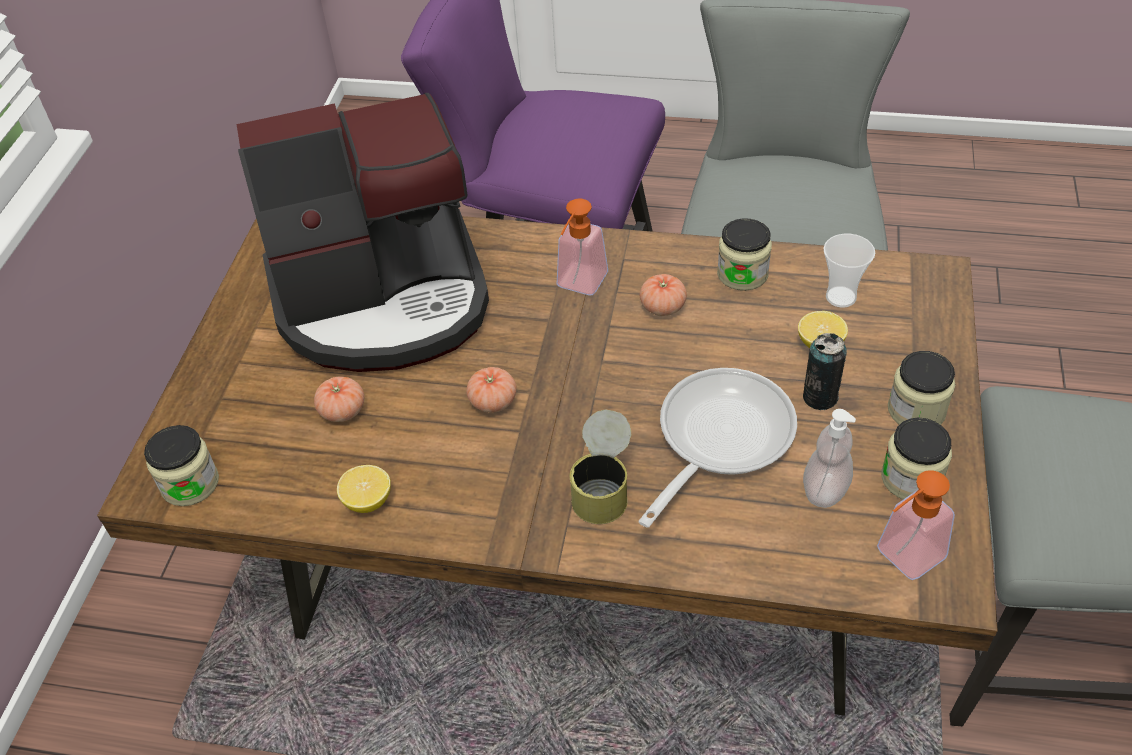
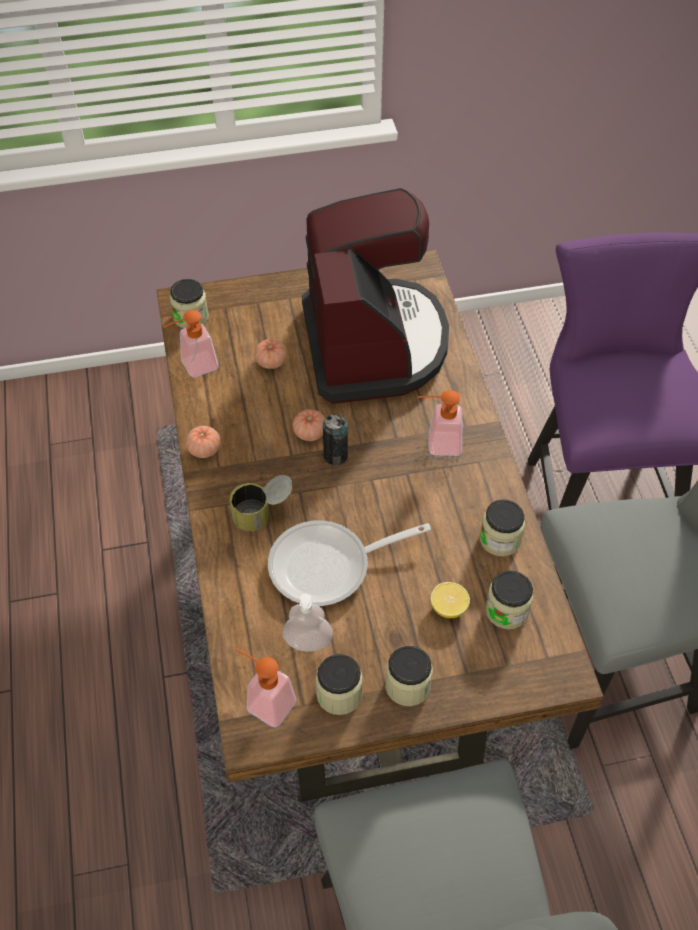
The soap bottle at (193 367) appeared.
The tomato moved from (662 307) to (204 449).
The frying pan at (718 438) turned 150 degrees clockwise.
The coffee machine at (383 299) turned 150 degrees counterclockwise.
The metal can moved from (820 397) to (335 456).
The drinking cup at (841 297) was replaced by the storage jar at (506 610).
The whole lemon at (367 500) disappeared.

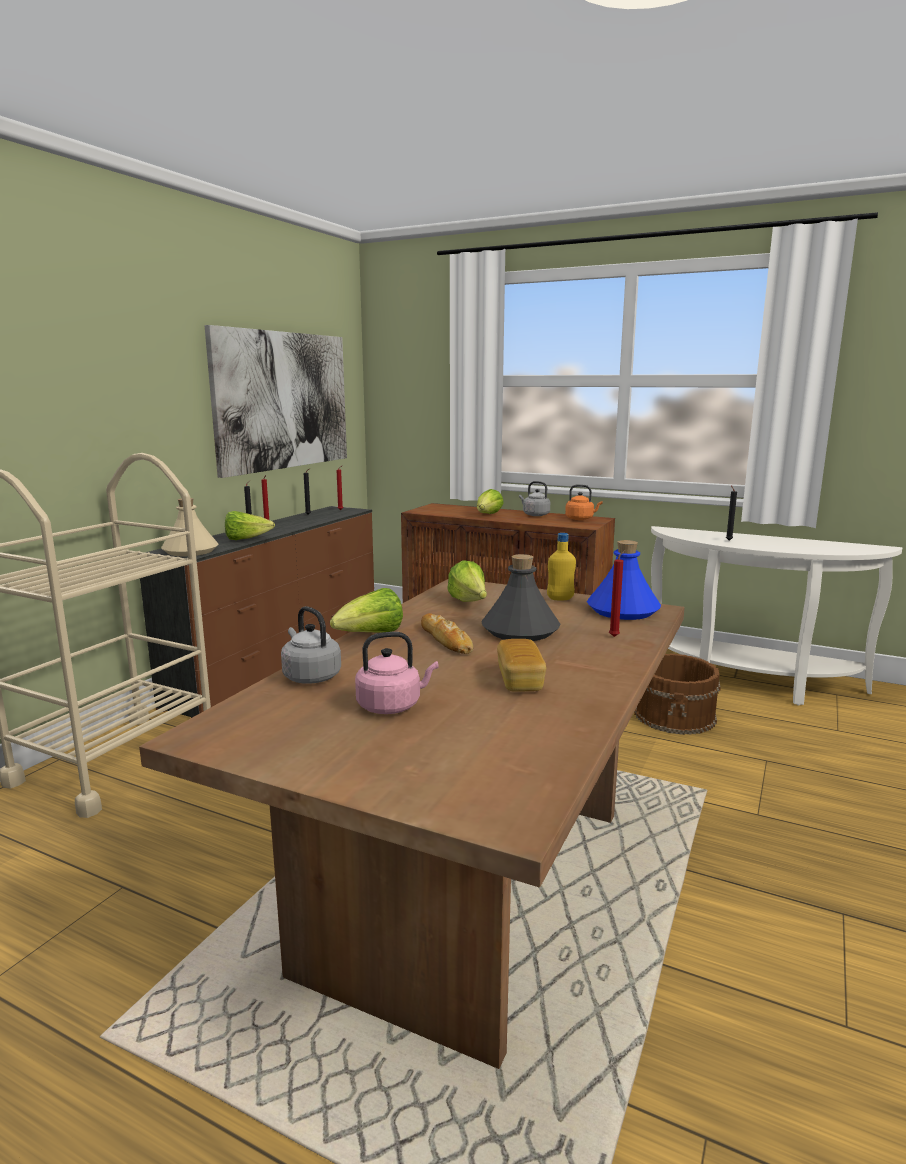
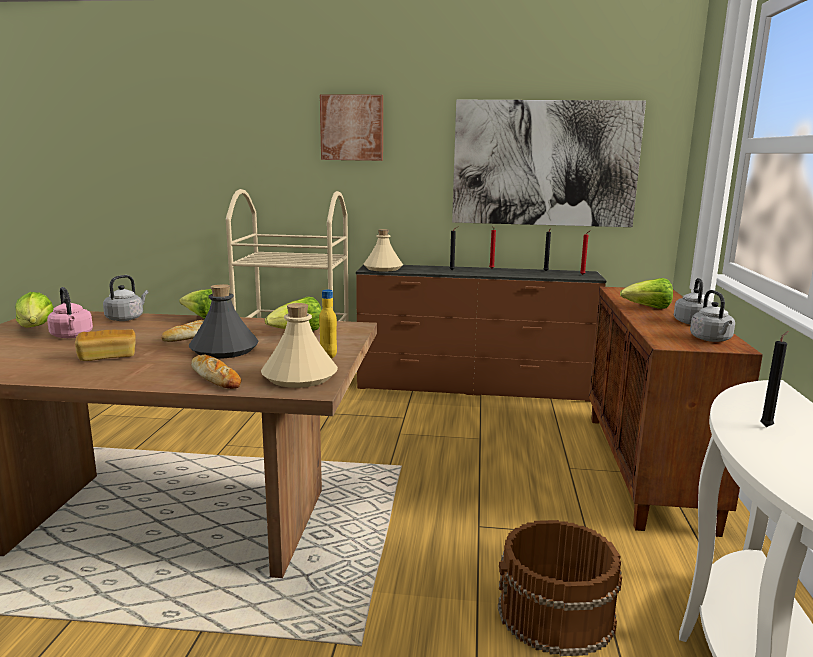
The lettuce moved from (246 539) to (35 329).
The reddish candle at (615 636) was replaced by the baked bread at (215 377).
The blue-coloured drink bottle at (623 611) became the beige drink bottle at (299 377).
The wall picture at (352 128) appeared.
The orange tea kettle at (581 519) became the grey tea kettle at (711 340).

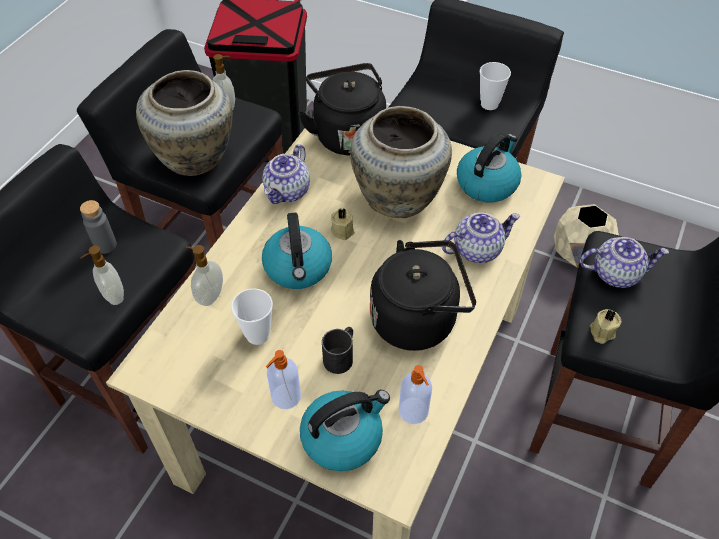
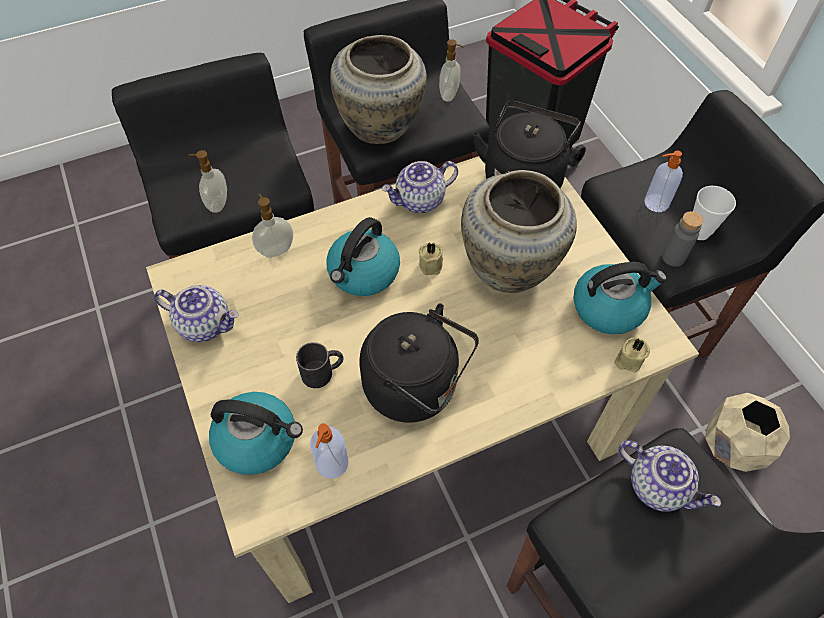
The tea pot moved from (477 249) to (205 324).
The beige candle moved from (601 332) to (628 360).
The soap bottle moved from (285 397) to (655 203).
The grey drink bottle moved from (105 245) to (673 257).
The drinking cup at (257 335) disappeared.

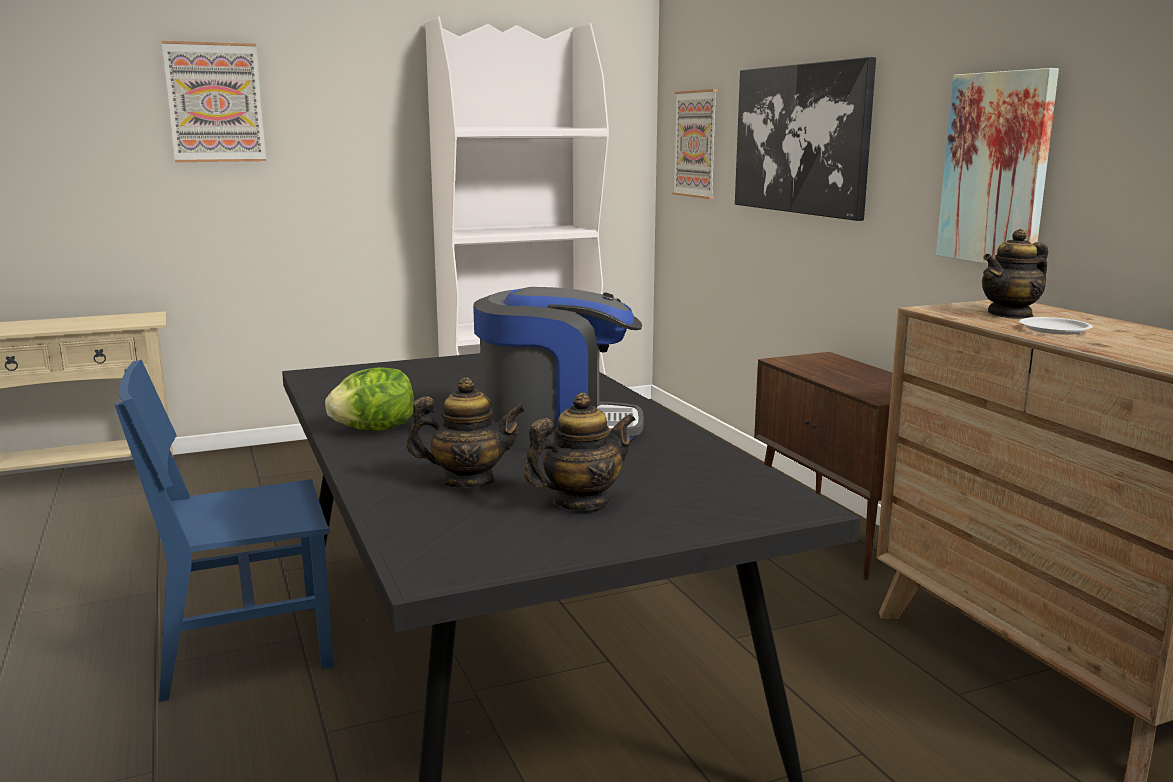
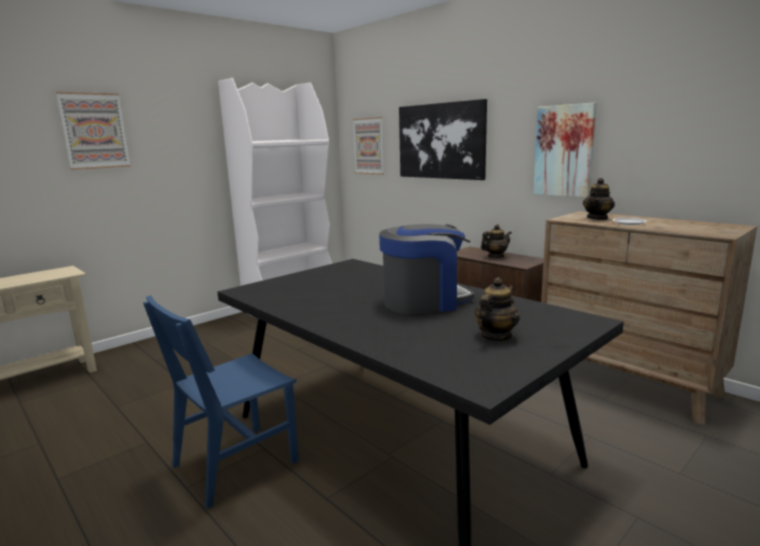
The tea pot moved from (468 481) to (495 256).
The lettuce at (374 430) disappeared.

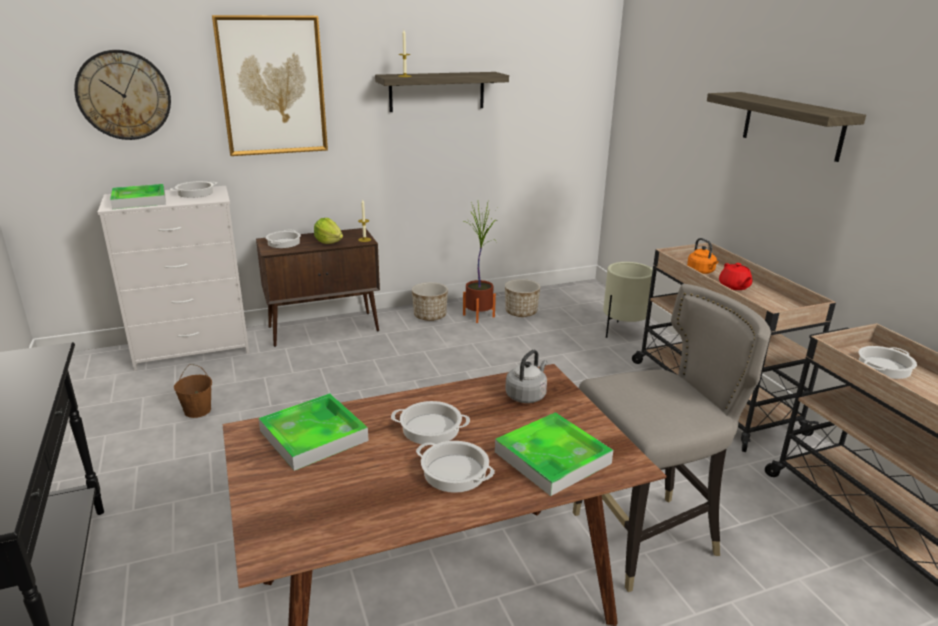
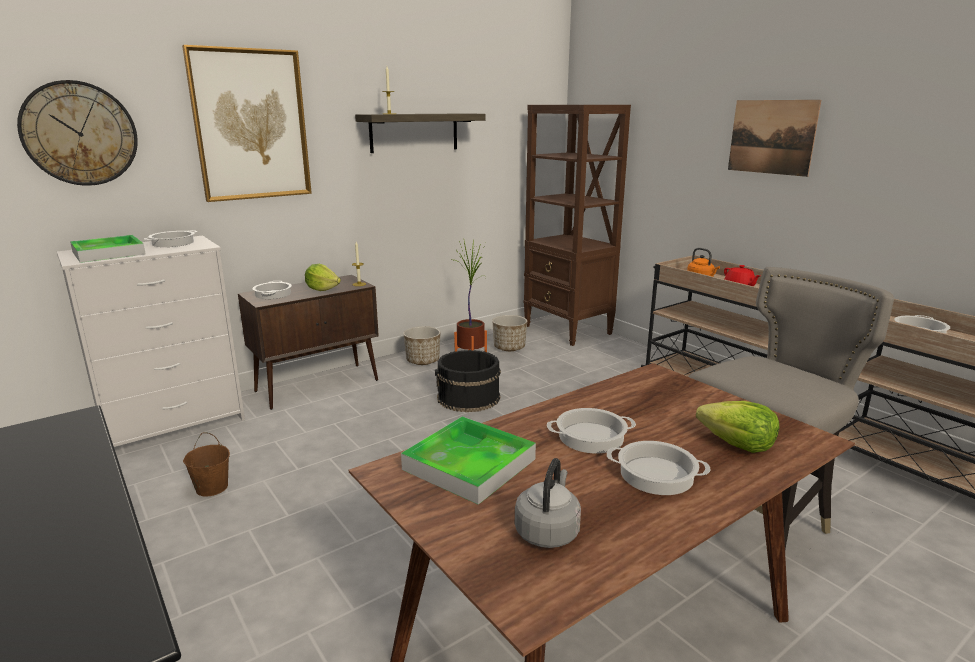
The blackish bucket at (468 398) appeared.
The grey tea kettle moved from (527 395) to (548 531).
The brown bookcase at (568 330) appeared.
The serving tray at (552 458) was replaced by the lettuce at (737 444).
The wall shelf at (792 125) was replaced by the wall picture at (771 137).
The beige plant pot at (623 332) disappeared.

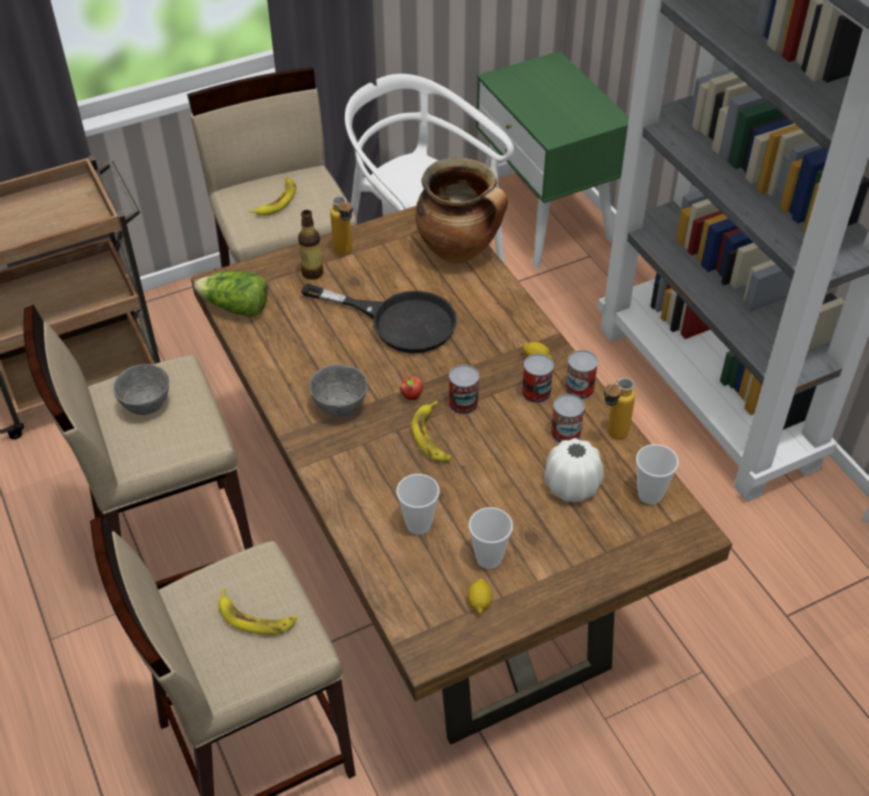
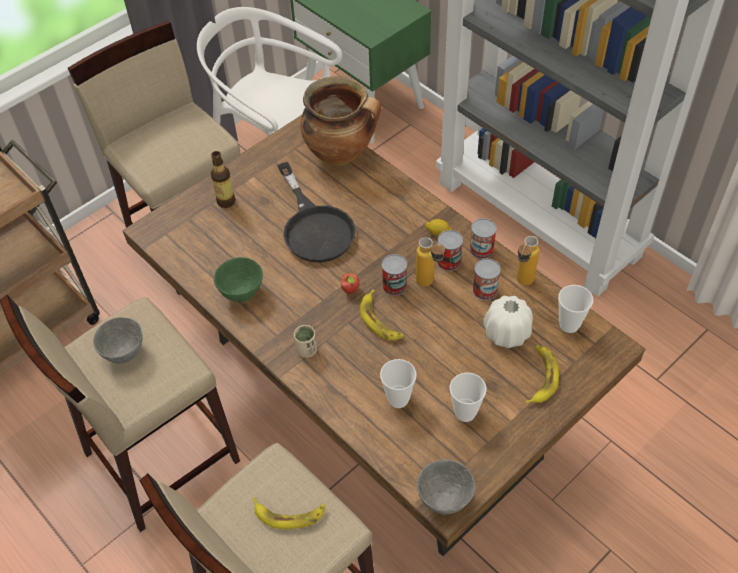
The green-coloured deep dish at (241 292) appeared.
The blackish frying pan at (399 321) turned 60 degrees clockwise.
The beige drinking cup at (306 350) appeared.
The drink bottle moved from (345 254) to (429 284).
The grey deep dish moved from (340 406) to (444 498).
The whole banana moved from (276 200) to (541 377).
The lettuce at (236 307) disappeared.
The whole lemon at (479 602) disappeared.

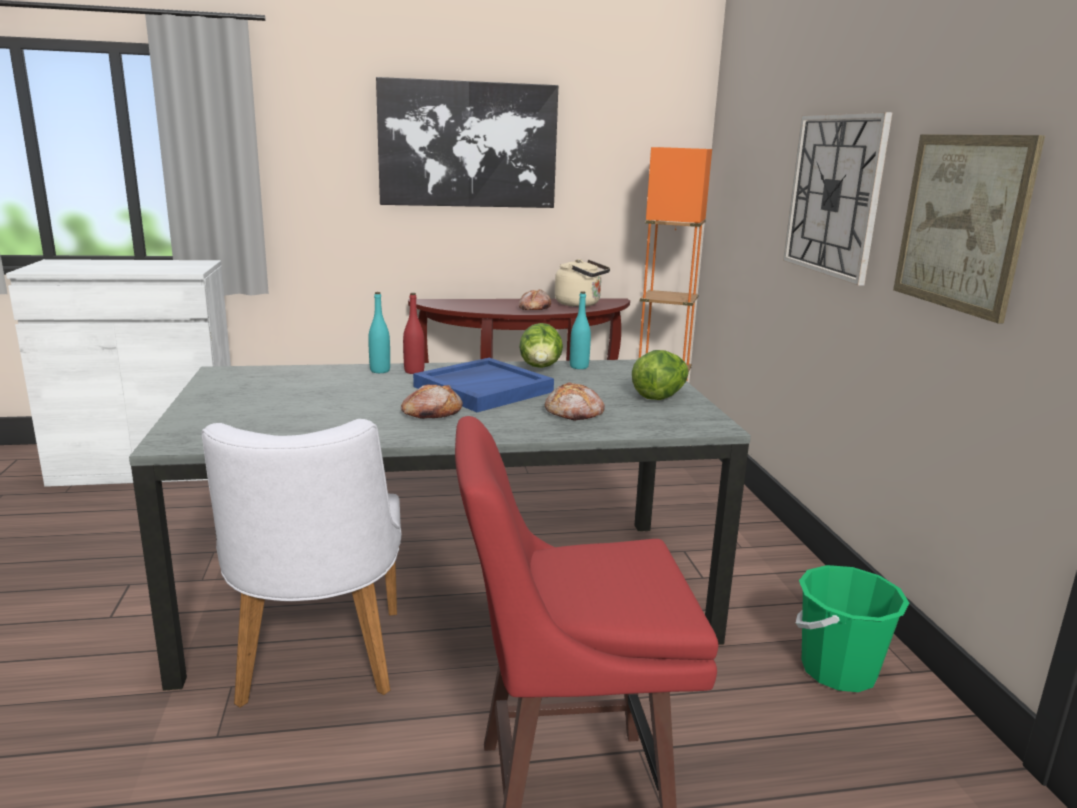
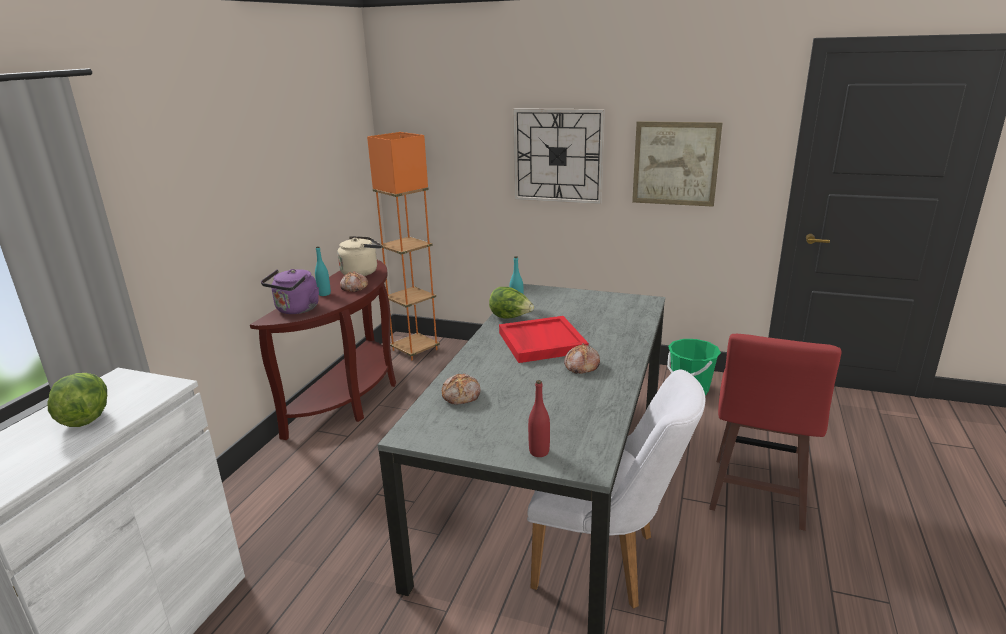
The lettuce moved from (660 396) to (86 417).
The purple tea kettle at (296 310) appeared.
The turquoise-coloured drink bottle moved from (380 371) to (324 294).
The baked bread moved from (575 413) to (462 395).
The blue-coloured serving tray at (483 389) became the reddish serving tray at (541 342).
The reddish drink bottle moved from (414 371) to (539 452).
The wall picture at (468 145) disappeared.

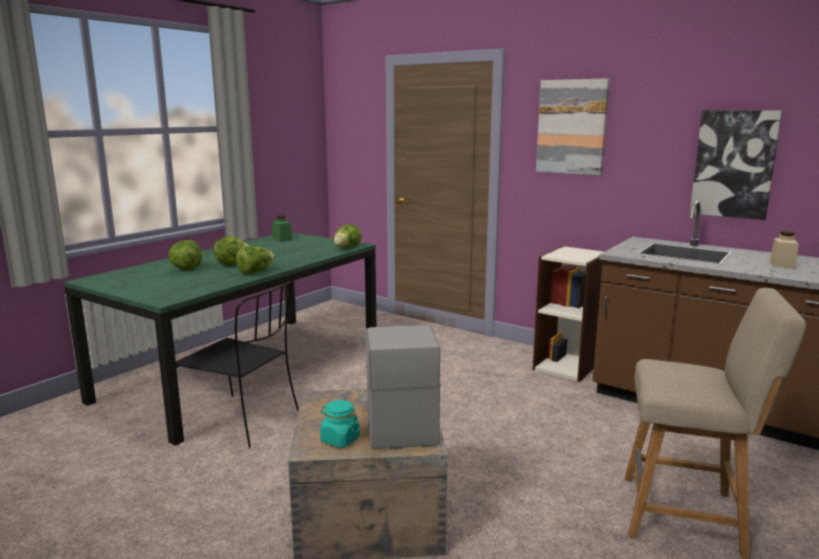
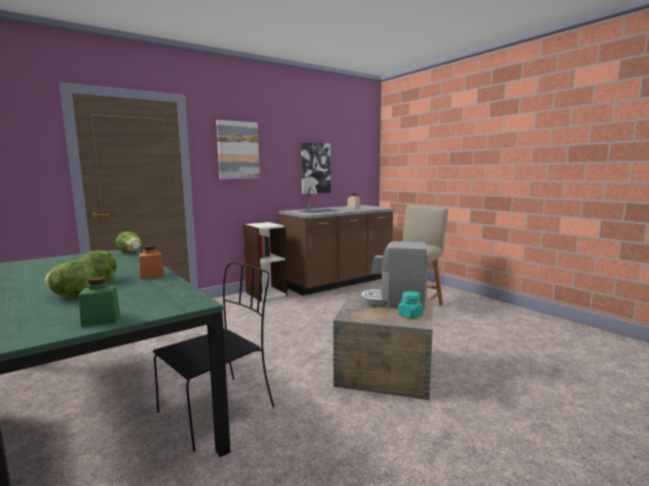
The green-coloured storage jar moved from (282 239) to (101 320).
The lettuce at (255 272) was replaced by the orange storage jar at (152 275).

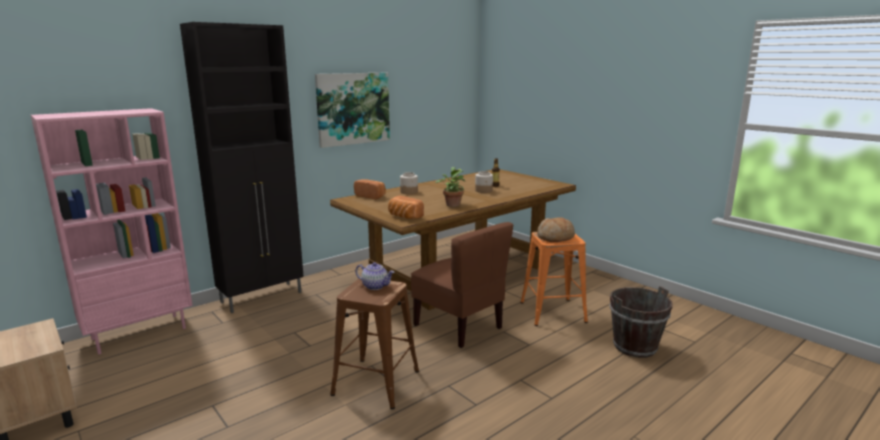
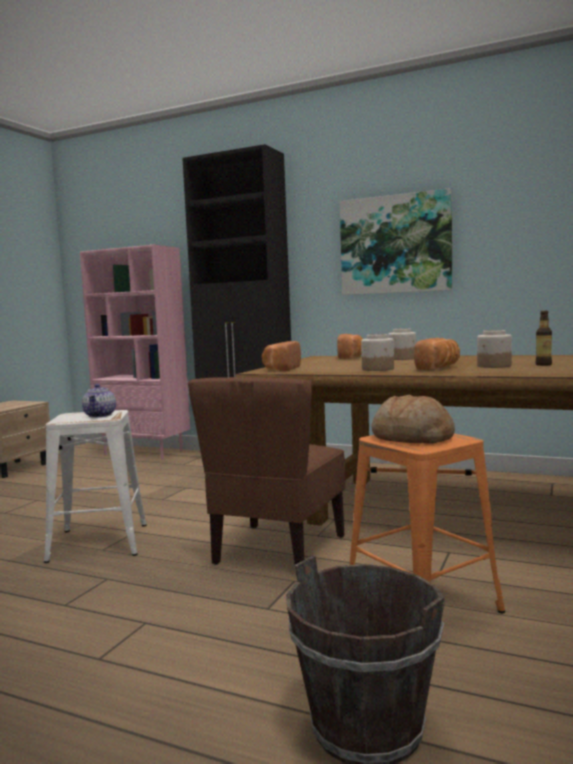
The brown stool seat at (375 382) became the white-coloured stool seat at (99 542).
The potted plant at (452 204) was replaced by the storage jar at (378 369).
The baked bread at (439 368) appeared.

